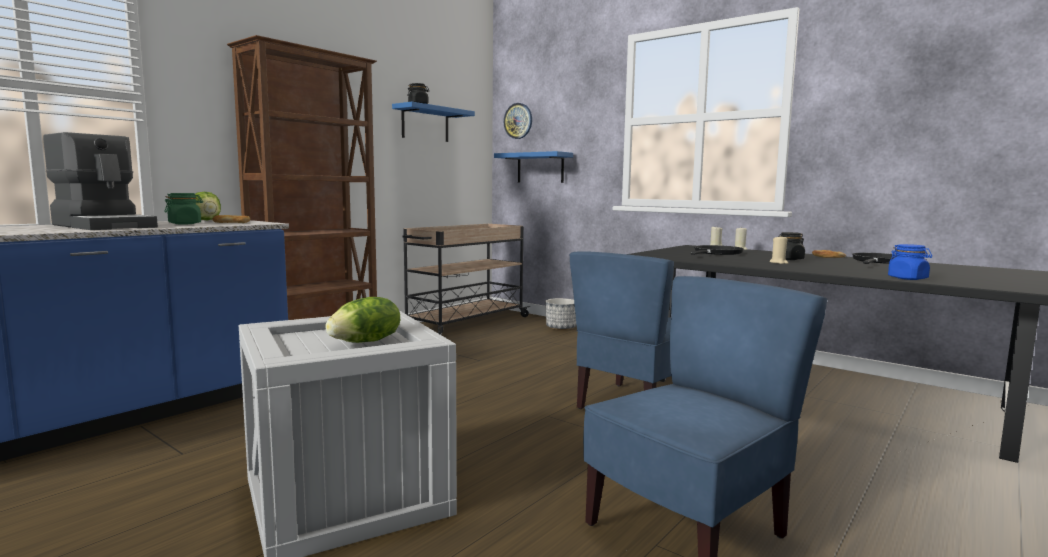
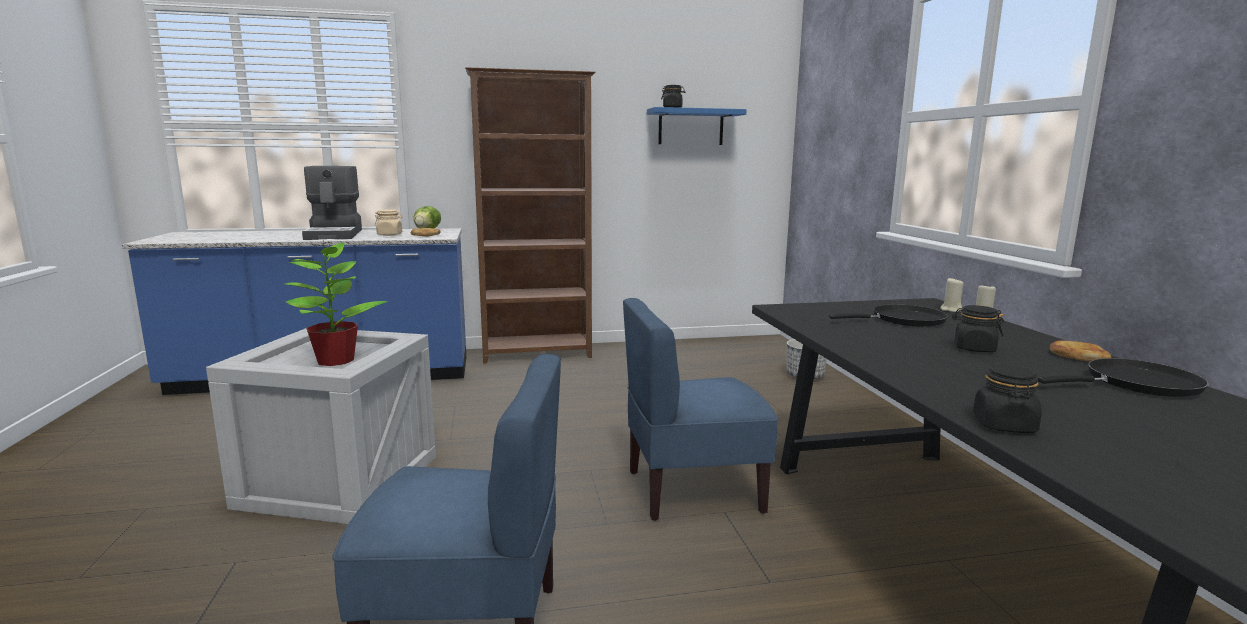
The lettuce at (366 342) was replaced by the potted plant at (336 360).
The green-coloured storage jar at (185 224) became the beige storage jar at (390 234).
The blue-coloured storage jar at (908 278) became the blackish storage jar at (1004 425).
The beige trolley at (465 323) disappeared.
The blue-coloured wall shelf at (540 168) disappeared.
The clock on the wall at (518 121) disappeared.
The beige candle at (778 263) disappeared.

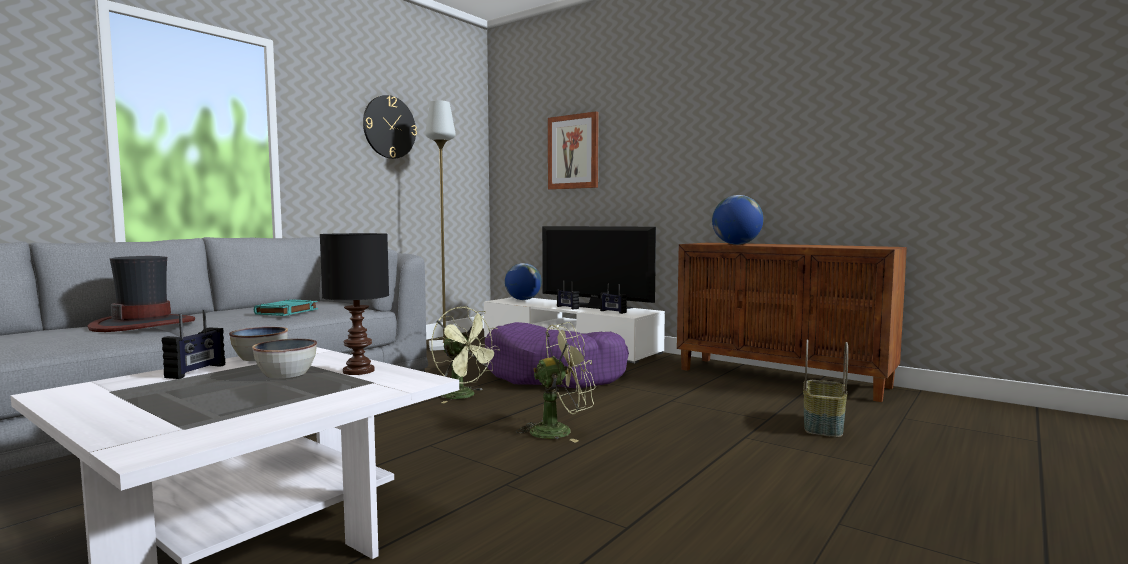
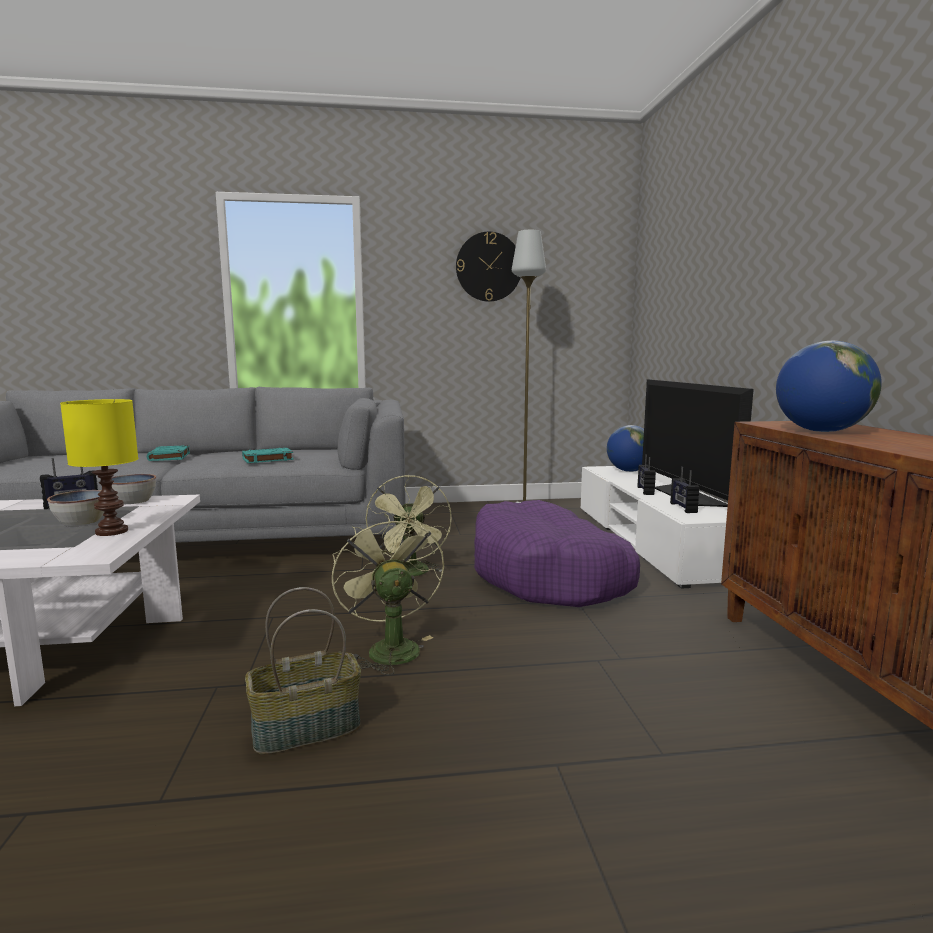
The blackish lamp for a table at (358 371) became the yellow-coloured lamp for a table at (110 532).
The hat at (144 324) was replaced by the turquoise-coloured book at (169 457).
The household basket moved from (824 426) to (305 730).
The green-coloured electric fan at (559 430) turned 135 degrees counterclockwise.
The wall picture at (573 152) disappeared.

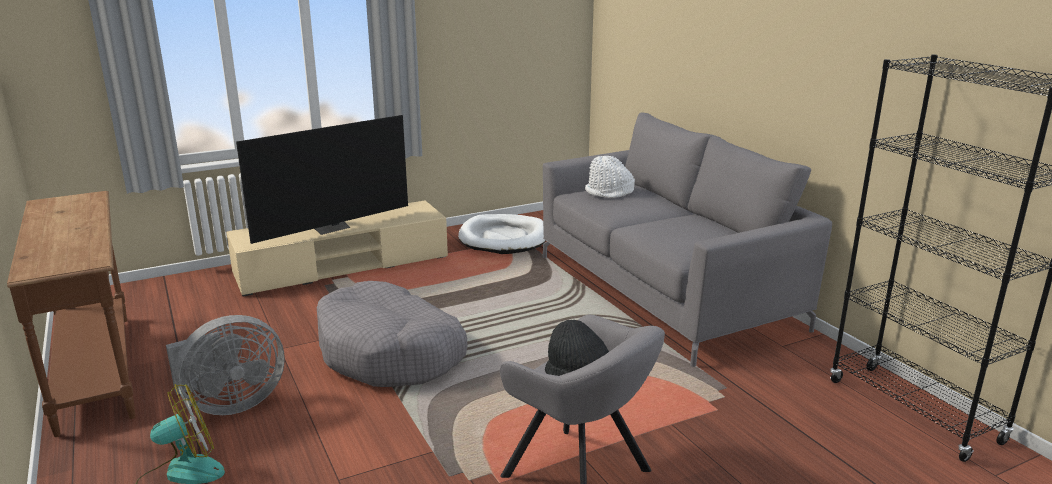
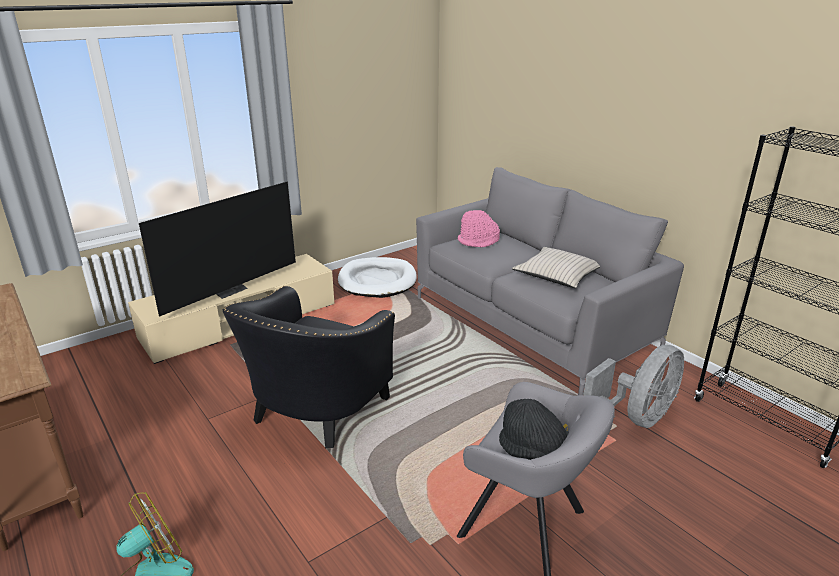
The grey pet bed at (390 353) was replaced by the blackish armchair at (314 412).
The white-coloured hat at (609 192) became the pink-coloured hat at (478 241).
The beige throw pillow at (557 275) appeared.
The grey electric fan moved from (230 404) to (637 417).

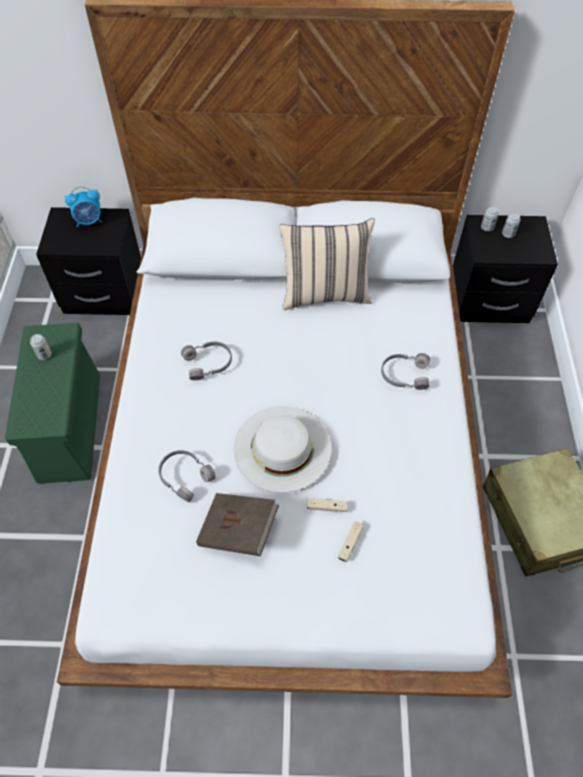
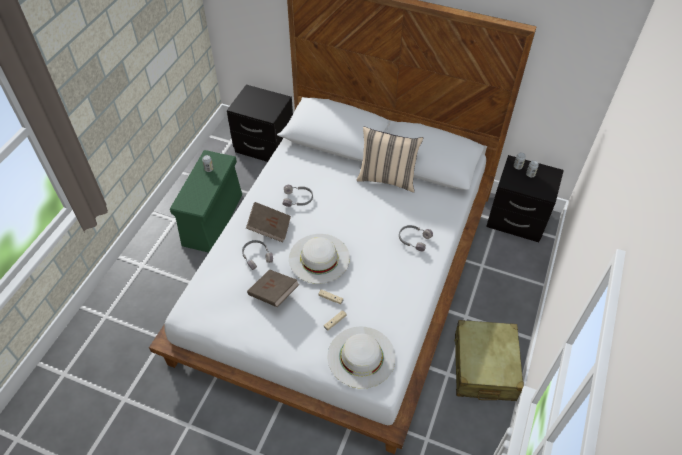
The brown book at (269 228) appeared.
The white-coloured hat at (361 356) appeared.
The bedside clock at (89 221) disappeared.

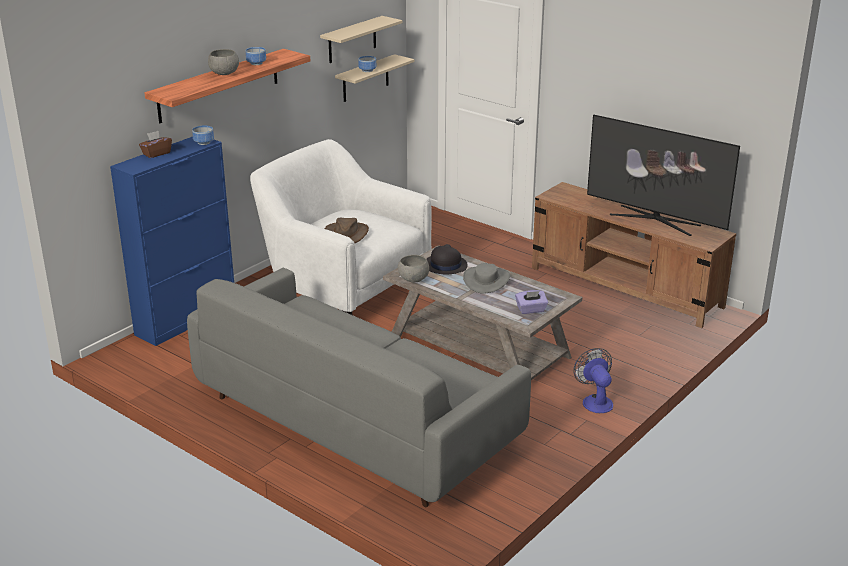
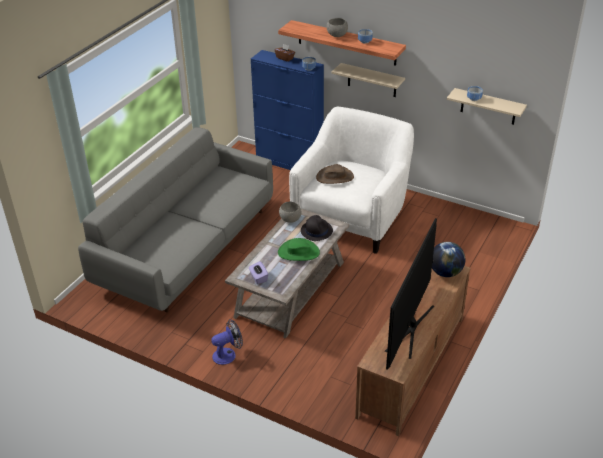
The grey hat at (486 280) became the green-coloured hat at (298 252).
The beige wall shelf moved from (352 40) to (372 80).
The desk globe at (445 272) appeared.

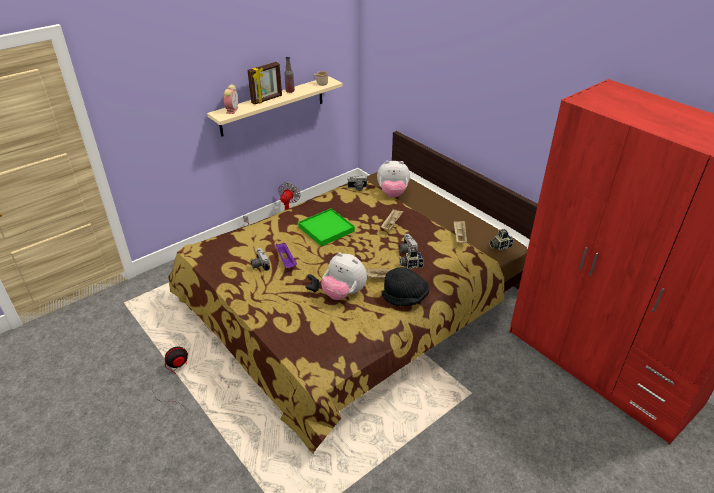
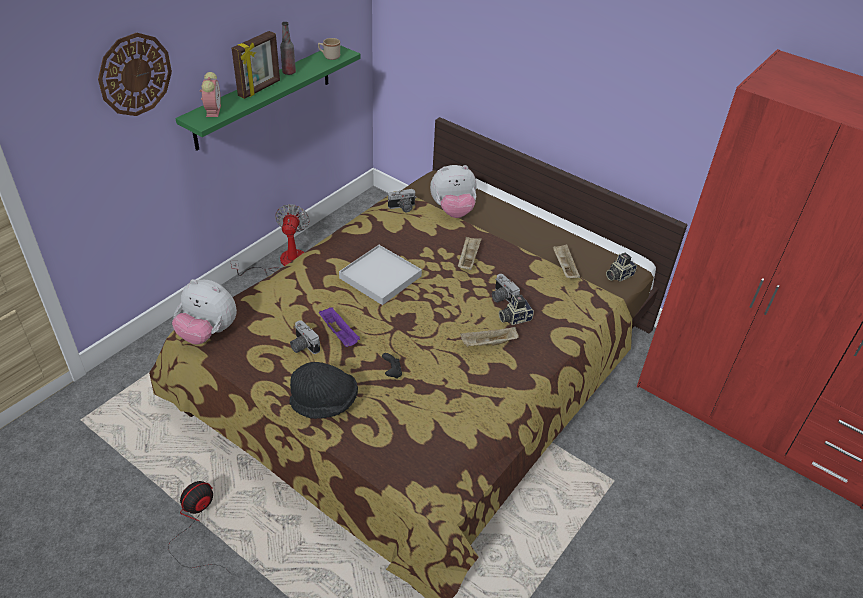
The clock on the wall at (135 74) appeared.
The cuddly toy moved from (344 293) to (208 333).
The beige wall shelf at (272 106) became the green-coloured wall shelf at (264 96).
The blackish hat moved from (405 298) to (324 403).
The green-coloured serving tray at (326 229) became the white-coloured serving tray at (380 277).

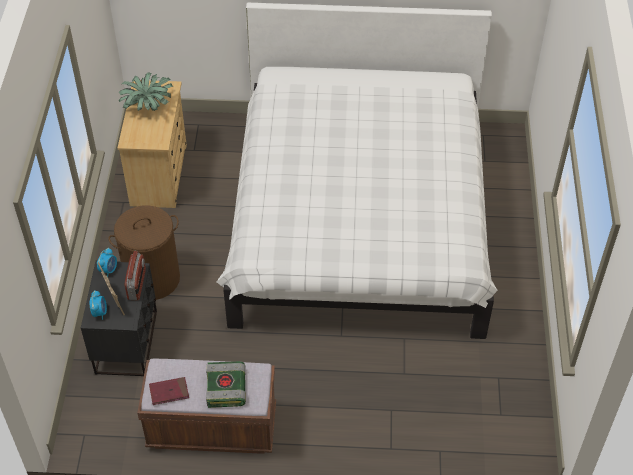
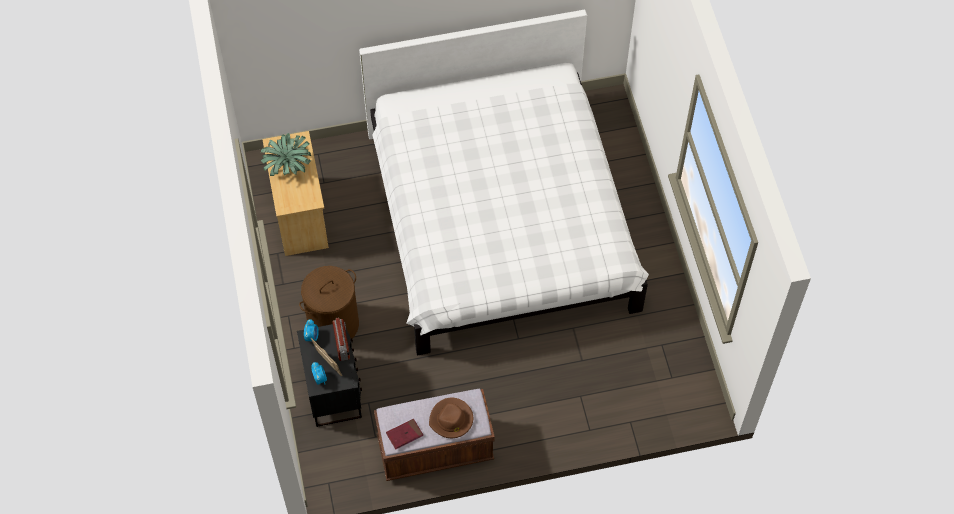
The book at (227 388) was replaced by the brown hat at (451 419).

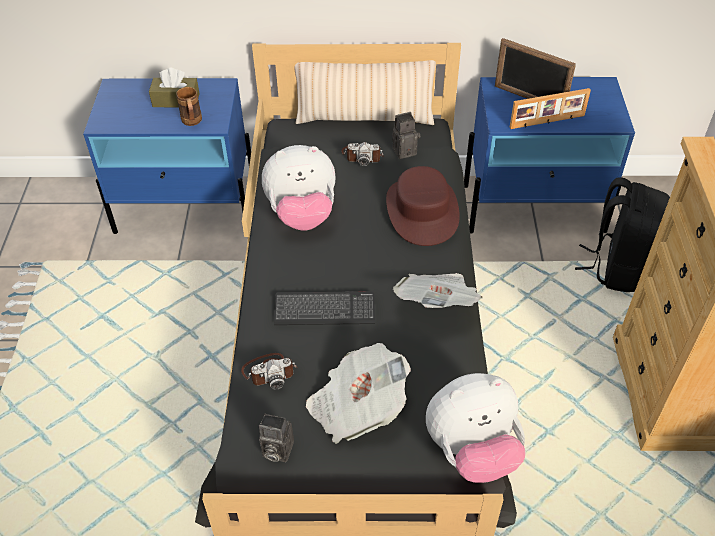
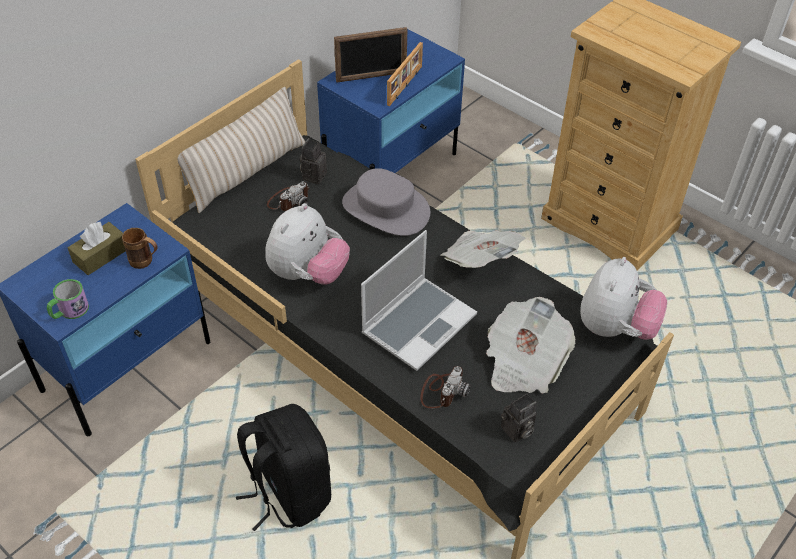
The coffee mug at (69 311) appeared.
The blackish backpack moved from (618 267) to (288 493).
The brown hat at (421 211) became the grey hat at (385 209).
The keyboard at (324 310) was replaced by the laptop at (418 323).

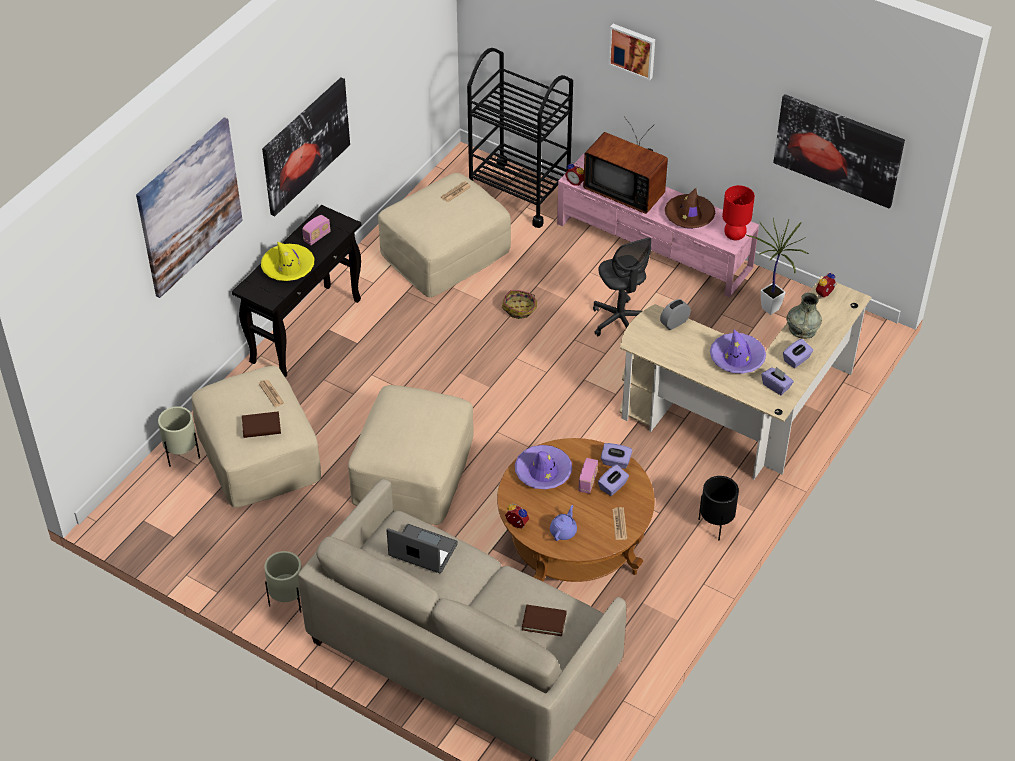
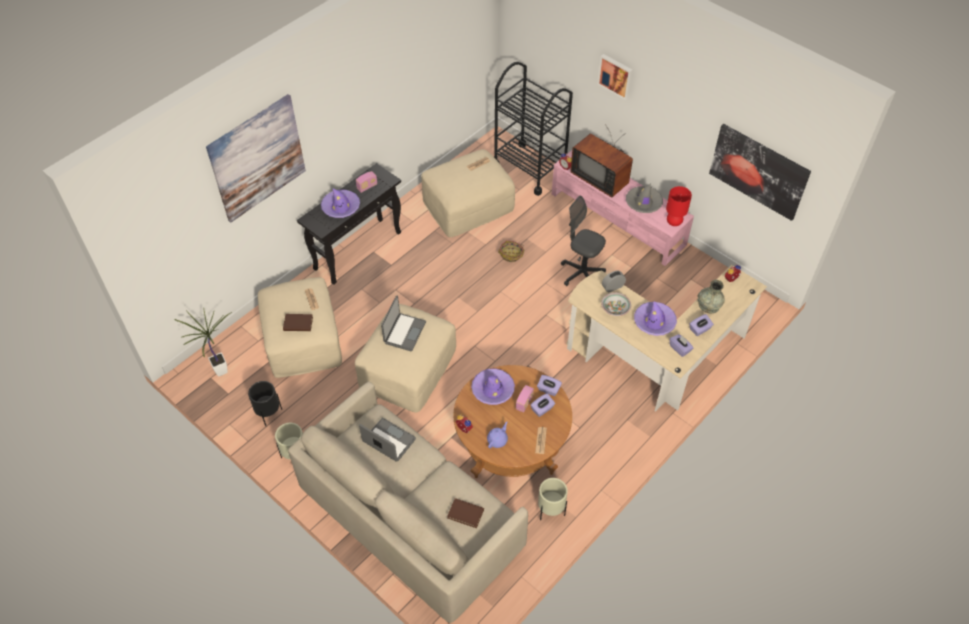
The potted plant moved from (771 312) to (220 374).
The blackish plant pot moved from (715 525) to (269 414).
The yellow-coloured hat at (288 267) became the purple hat at (341 207).
The laptop at (404 332) appeared.
The beige plant pot moved from (182 456) to (550 511).
The grey office chair at (620 321) turned 135 degrees clockwise.
The deep dish at (615 309) appeared.
The brown hat at (689 216) became the grey hat at (643 203).
The wall picture at (305 145) disappeared.

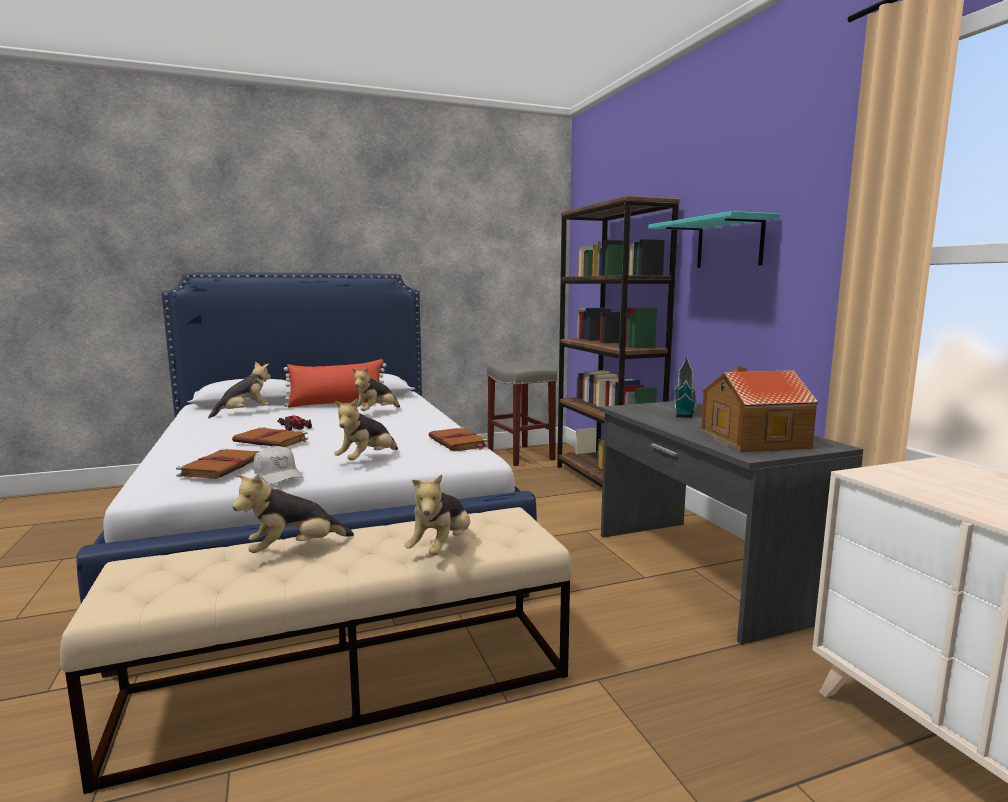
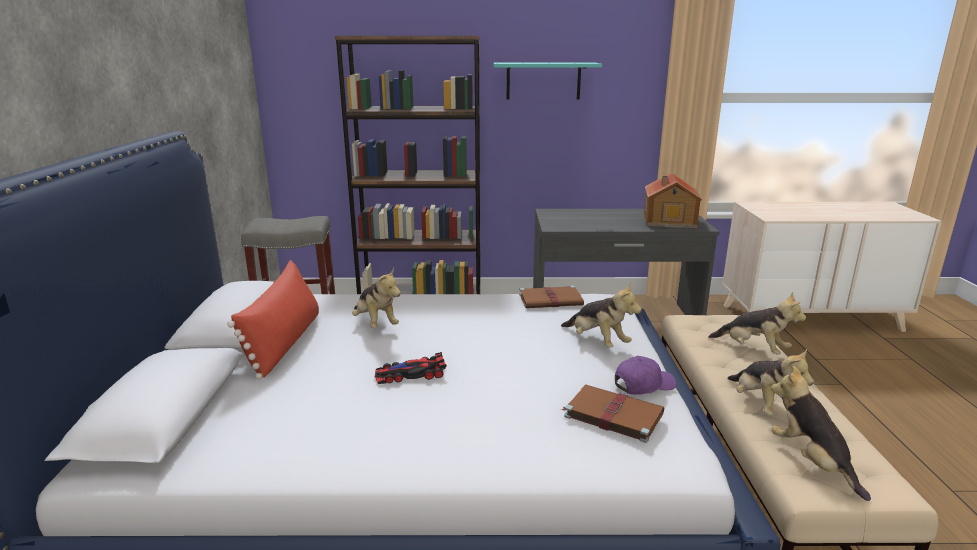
The white-coloured peaked cap at (278 475) became the purple peaked cap at (643 385).
The cuddly toy moved from (244 413) to (812 462).
The brown book at (272 441) disappeared.
The toy house at (684 412) disappeared.

